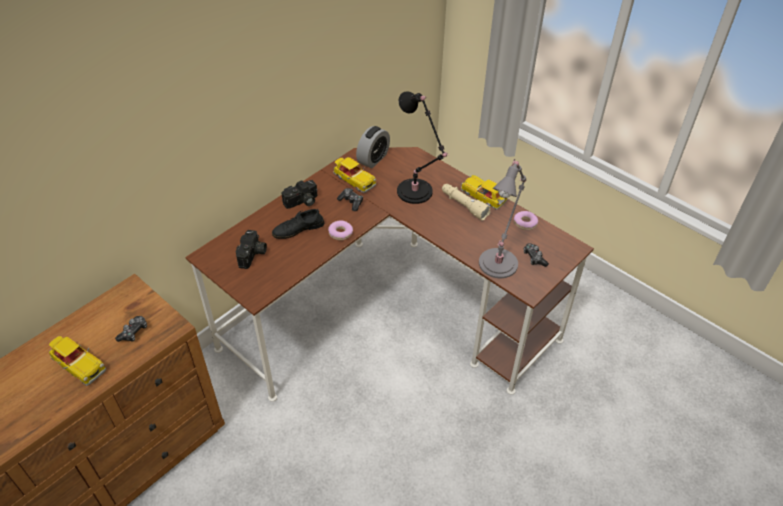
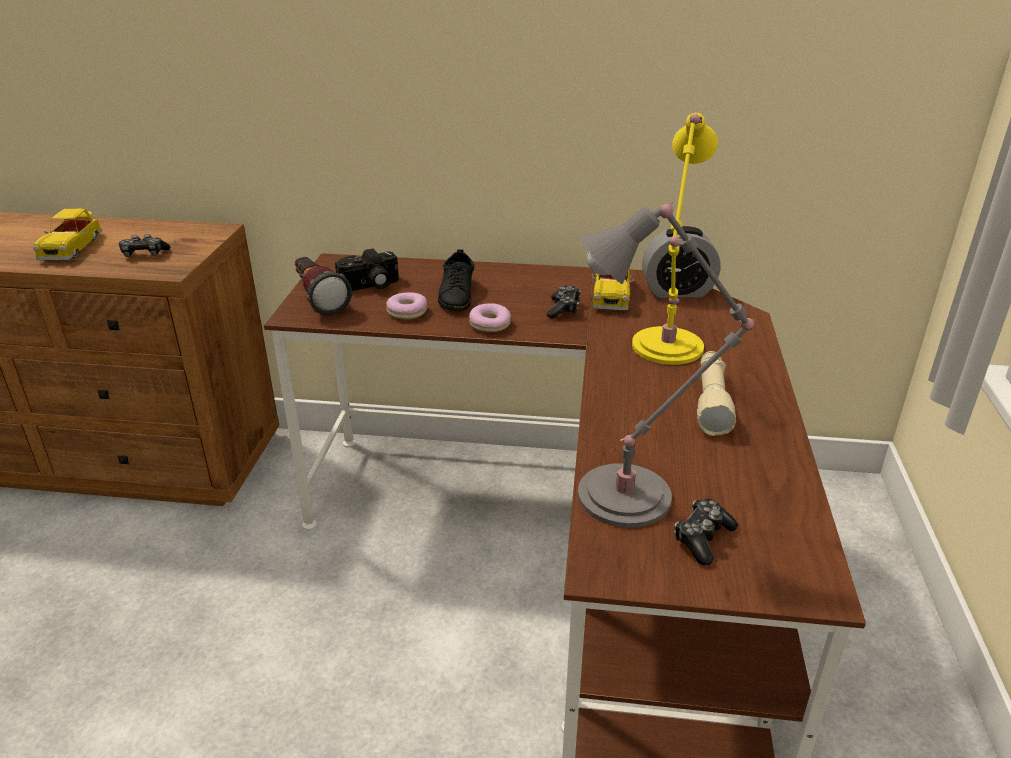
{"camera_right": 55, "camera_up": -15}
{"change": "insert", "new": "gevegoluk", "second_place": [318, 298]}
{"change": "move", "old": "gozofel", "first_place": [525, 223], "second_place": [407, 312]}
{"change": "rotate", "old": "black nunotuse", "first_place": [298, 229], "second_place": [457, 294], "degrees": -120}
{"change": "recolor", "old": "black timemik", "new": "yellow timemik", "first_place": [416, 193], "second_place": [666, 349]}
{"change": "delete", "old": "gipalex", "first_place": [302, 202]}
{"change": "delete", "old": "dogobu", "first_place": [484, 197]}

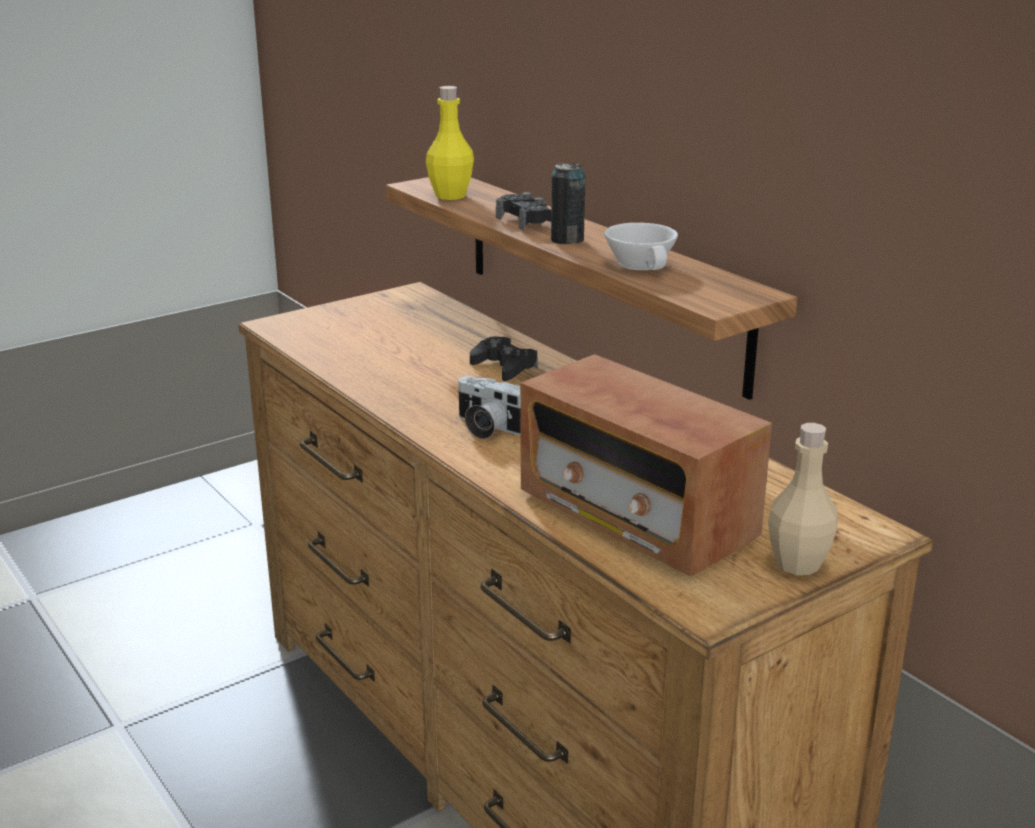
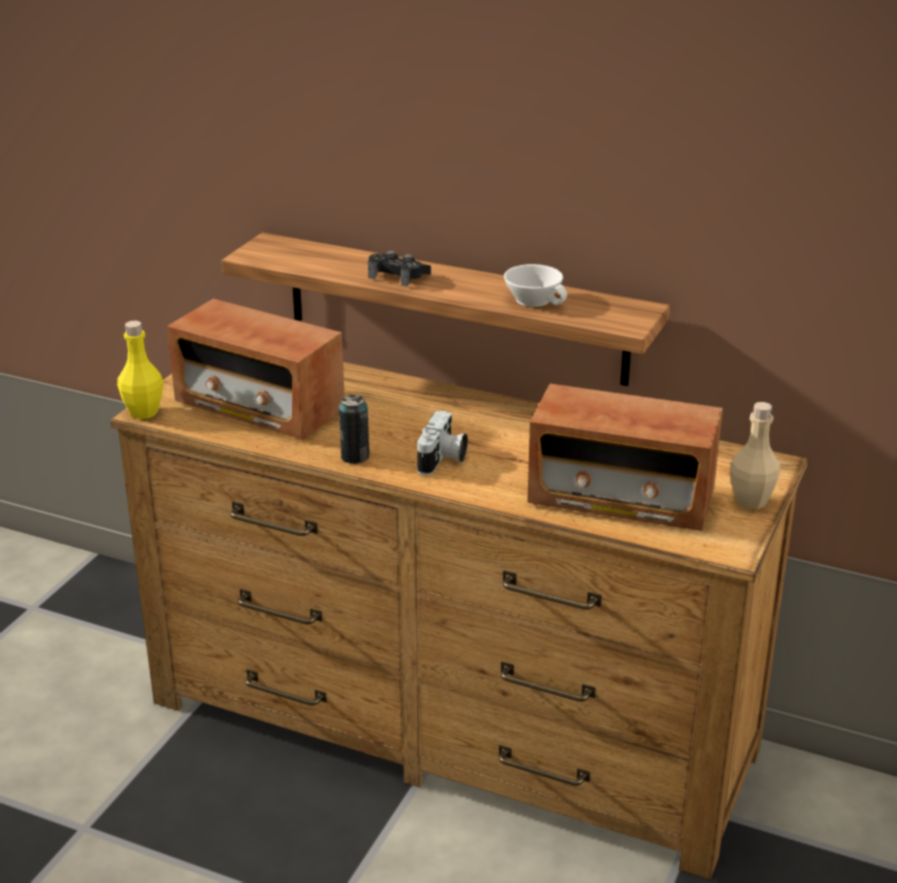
{"camera_right": -30, "camera_up": 5}
{"change": "move", "old": "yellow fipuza", "first_place": [450, 196], "second_place": [143, 412]}
{"change": "insert", "new": "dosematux", "second_place": [259, 407]}
{"change": "move", "old": "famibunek", "first_place": [567, 240], "second_place": [355, 457]}
{"change": "rotate", "old": "gipalex", "first_place": [488, 428], "second_place": [443, 460], "degrees": -75}
{"change": "delete", "old": "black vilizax", "first_place": [504, 367]}

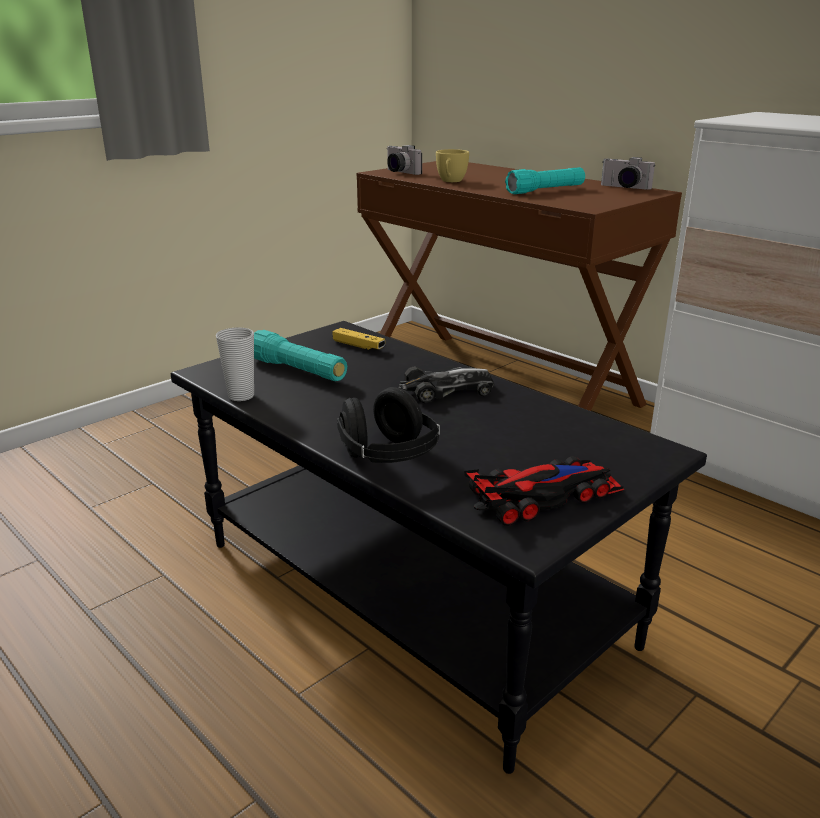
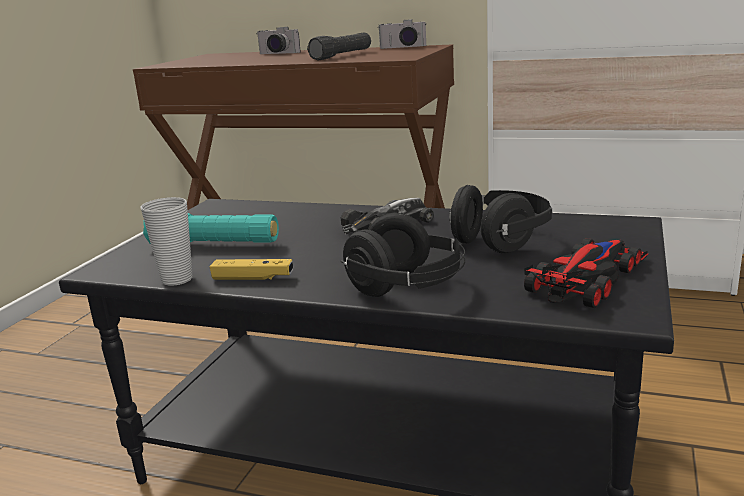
{"camera_right": -25, "camera_up": -5}
{"change": "move", "old": "yellow vilizax", "first_place": [358, 346], "second_place": [253, 278]}
{"change": "move", "old": "gipalex", "first_place": [399, 172], "second_place": [276, 53]}
{"change": "recolor", "old": "turquoise gevegoluk", "new": "black gevegoluk", "first_place": [545, 191], "second_place": [342, 56]}
{"change": "insert", "new": "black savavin", "second_place": [500, 240]}
{"change": "delete", "old": "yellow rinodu", "first_place": [450, 181]}

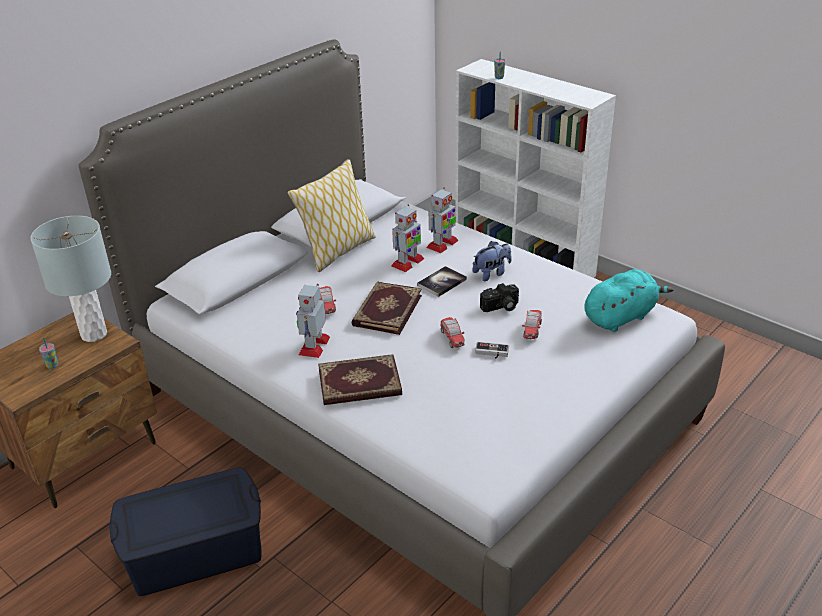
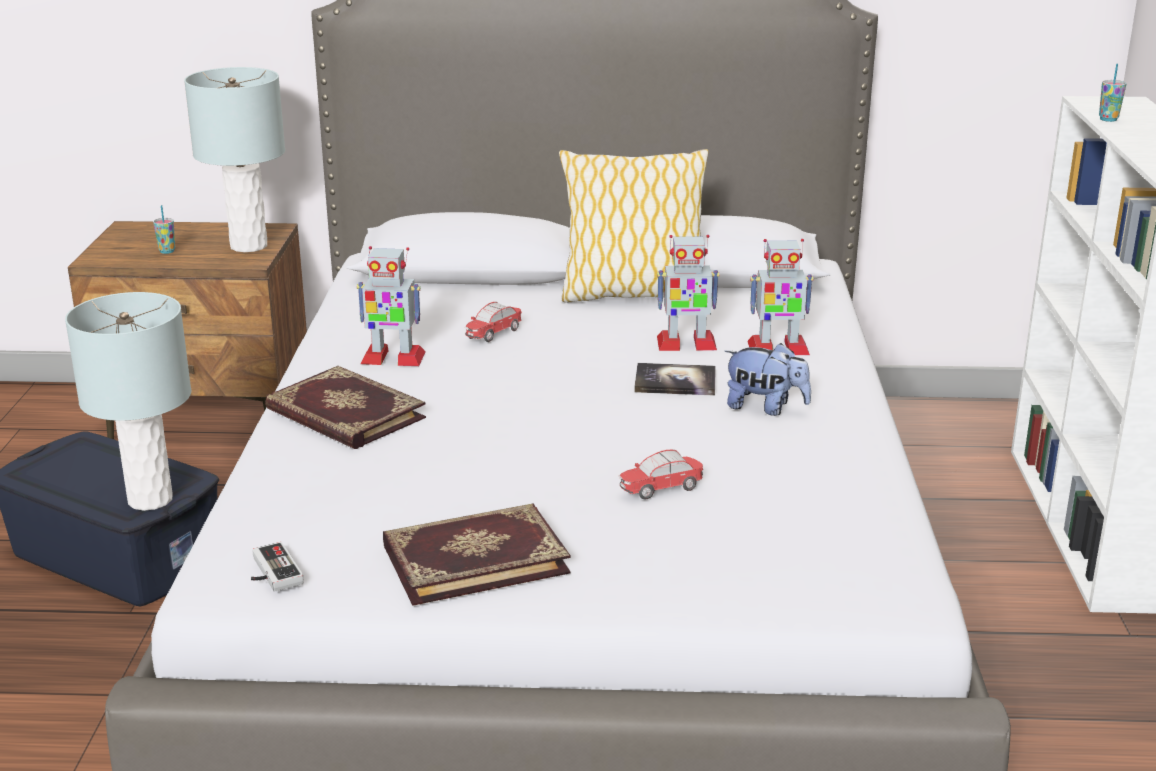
{"camera_right": 50, "camera_up": -10}
{"change": "insert", "new": "grey timemik", "second_place": [150, 500]}
{"change": "move", "old": "vilizax", "first_place": [491, 353], "second_place": [270, 572]}
{"change": "rotate", "old": "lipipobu", "first_place": [314, 345], "second_place": [392, 358], "degrees": -150}
{"change": "move", "old": "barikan", "first_place": [386, 310], "second_place": [474, 558]}
{"change": "delete", "old": "dogobu", "first_place": [452, 338]}
{"change": "delete", "old": "gipalex", "first_place": [501, 307]}
{"change": "delete", "old": "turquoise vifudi", "first_place": [621, 317]}

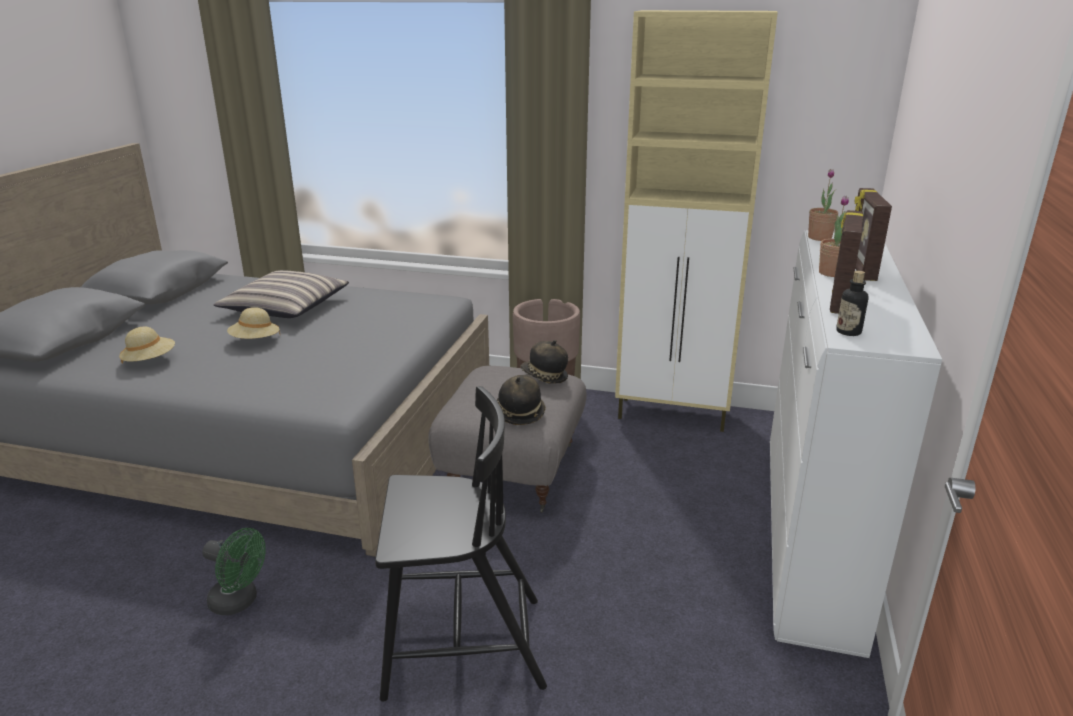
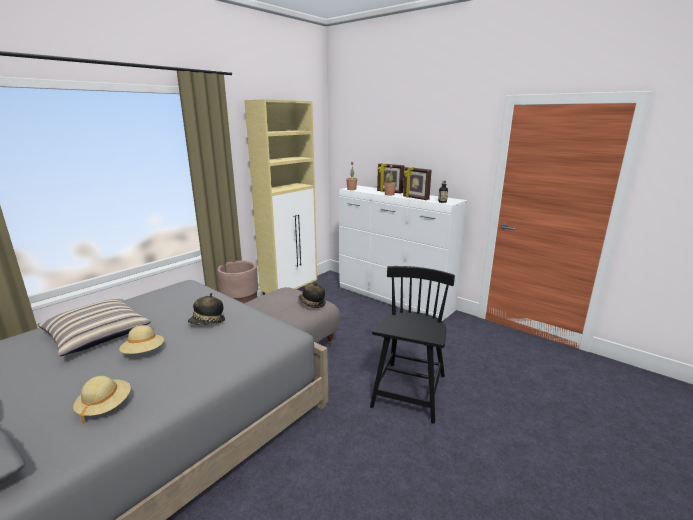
{"camera_right": -65, "camera_up": -5}
{"change": "move", "old": "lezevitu", "first_place": [544, 377], "second_place": [207, 323]}
{"change": "delete", "old": "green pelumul", "first_place": [239, 602]}

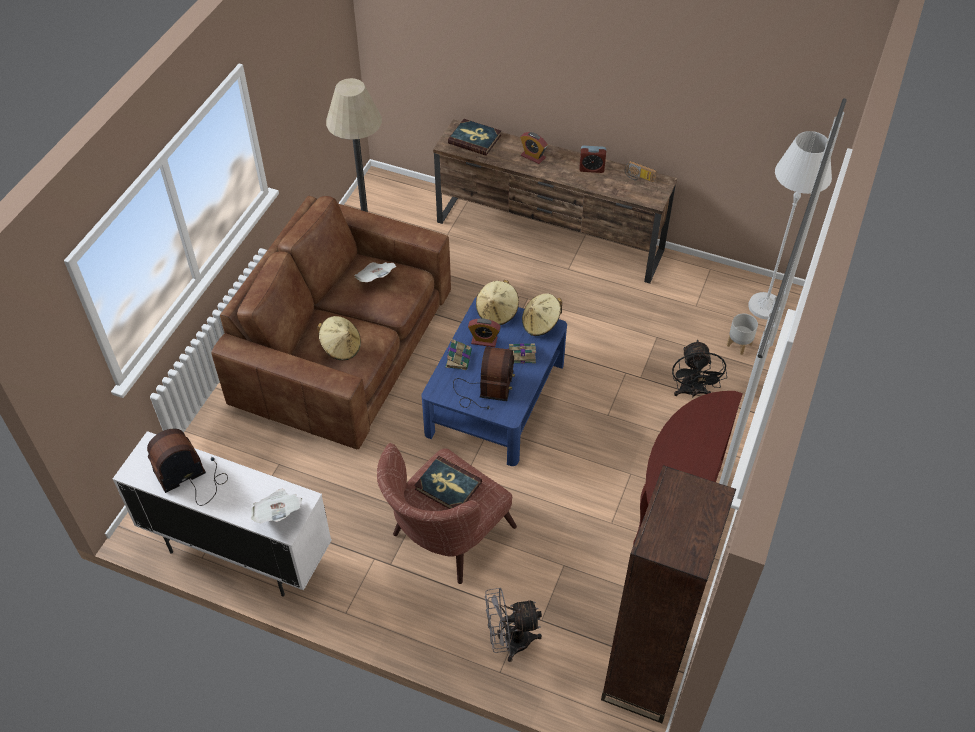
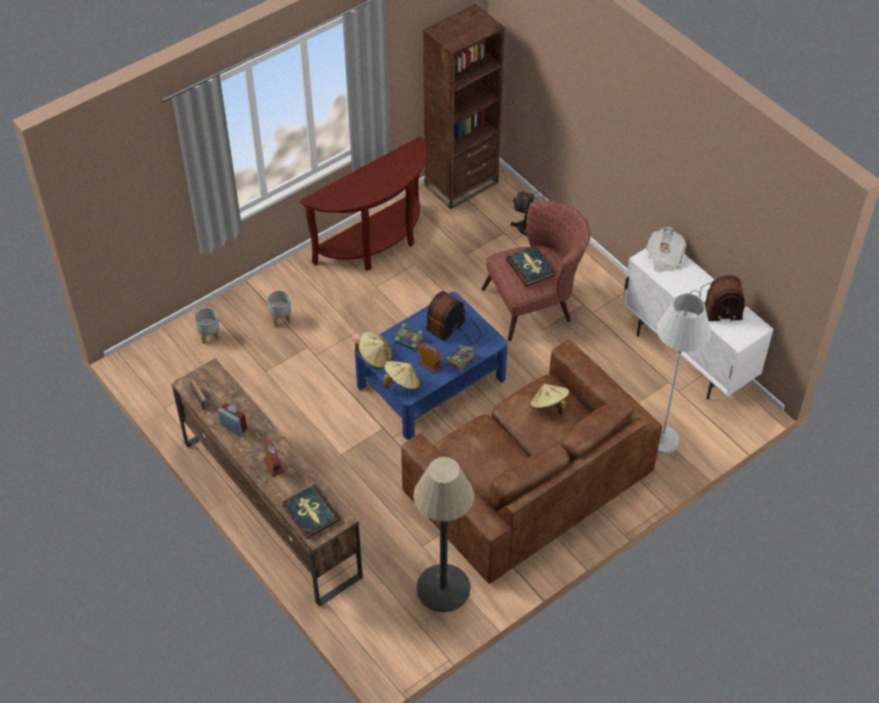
{"camera_right": -150, "camera_up": 0}
{"change": "replace", "old": "black pelumul", "new": "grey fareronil", "first_place": [692, 392], "second_place": [280, 318]}
{"change": "move", "old": "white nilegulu", "first_place": [765, 306], "second_place": [662, 440]}
{"change": "delete", "old": "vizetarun", "first_place": [375, 279]}

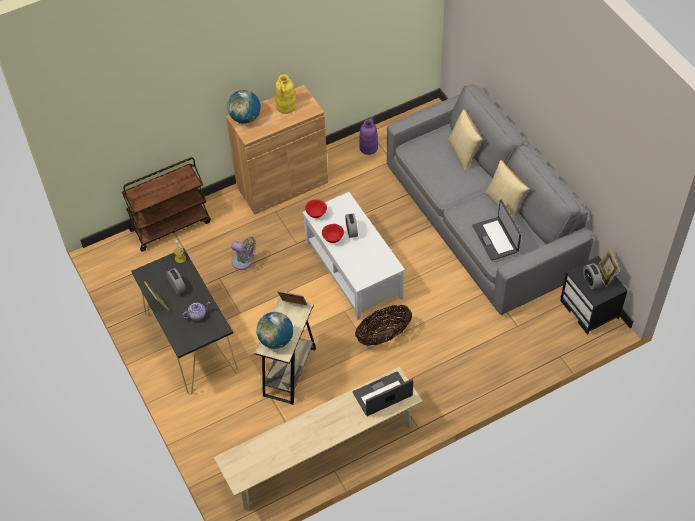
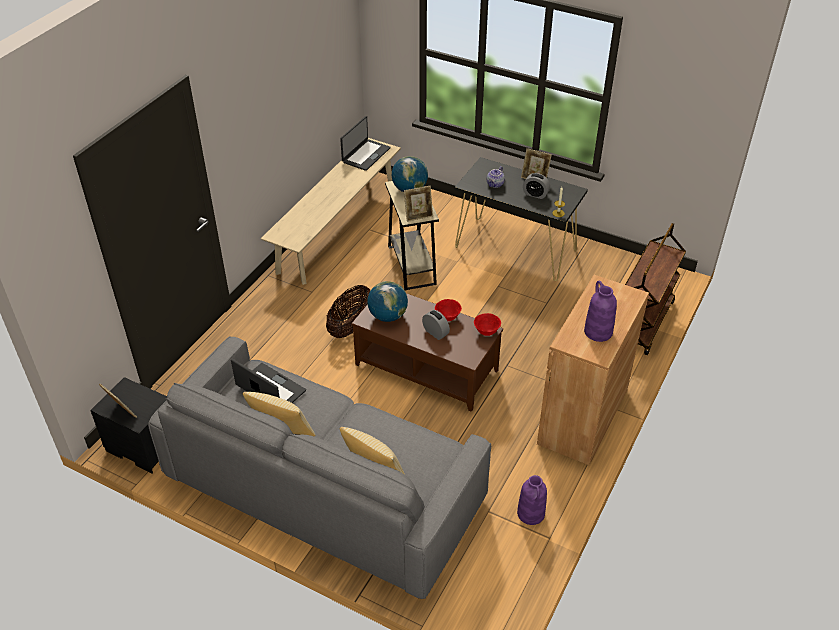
{"camera_right": 145, "camera_up": -10}
{"change": "move", "old": "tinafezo", "first_place": [382, 395], "second_place": [365, 155]}
{"change": "recolor", "old": "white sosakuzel", "new": "brown sosakuzel", "first_place": [354, 270], "second_place": [426, 368]}
{"change": "move", "old": "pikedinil", "first_place": [245, 118], "second_place": [388, 316]}
{"change": "recolor", "old": "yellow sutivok", "new": "purple sutivok", "first_place": [286, 107], "second_place": [597, 331]}
{"change": "delete", "old": "grey pelumul", "first_place": [244, 262]}
{"change": "delete", "old": "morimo", "first_place": [591, 281]}

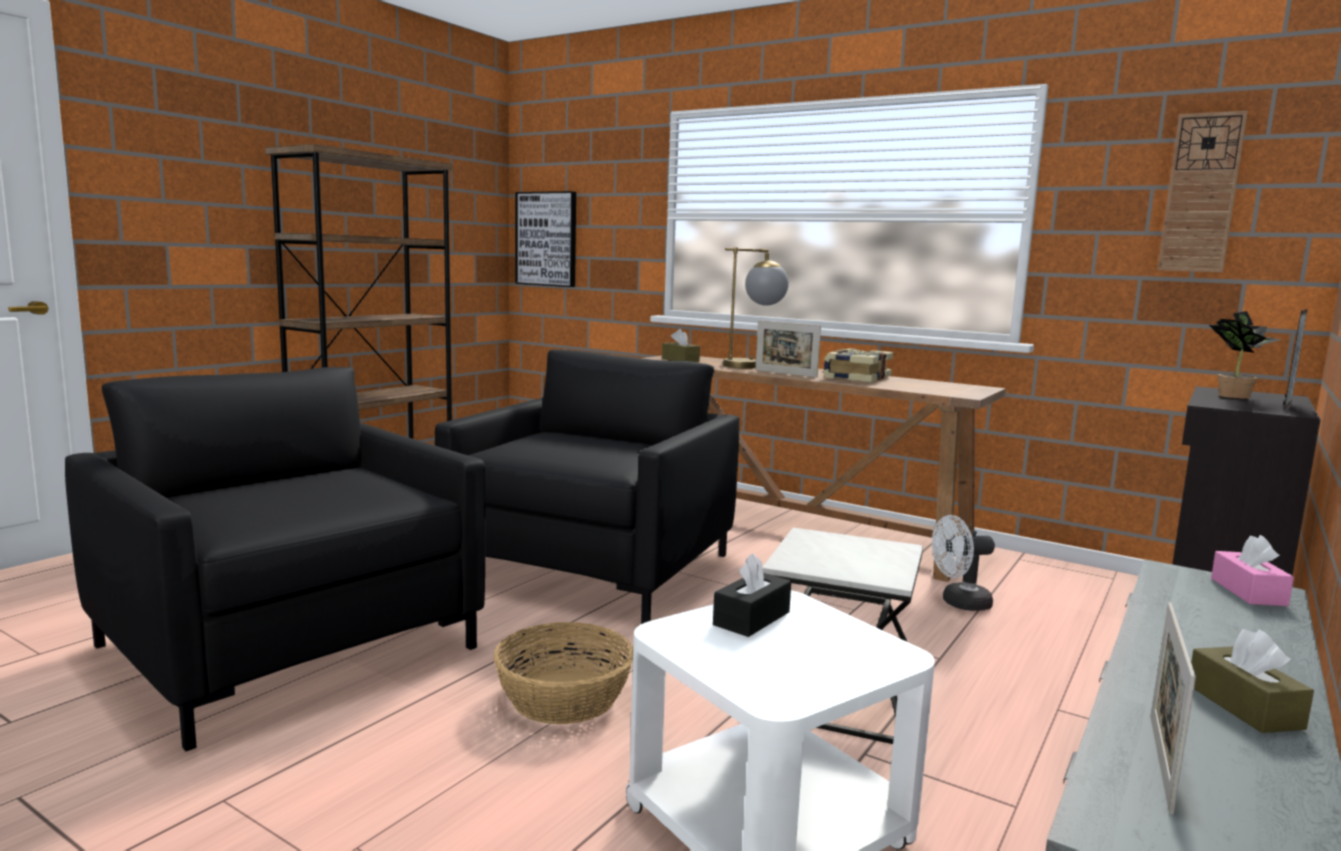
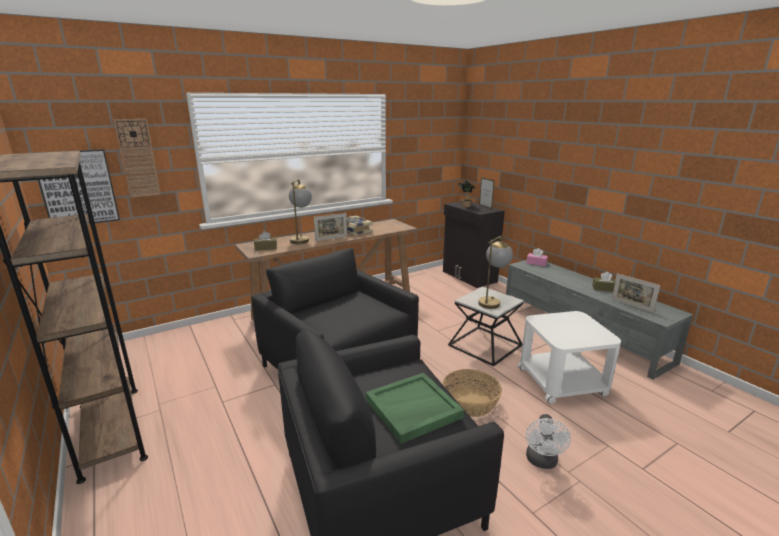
{"camera_right": -65, "camera_up": 10}
{"change": "move", "old": "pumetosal", "first_place": [1201, 193], "second_place": [138, 158]}
{"change": "insert", "new": "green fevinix", "second_place": [412, 409]}
{"change": "insert", "new": "timemik", "second_place": [492, 301]}
{"change": "move", "old": "white pelumul", "first_place": [959, 603], "second_place": [542, 462]}
{"change": "delete", "old": "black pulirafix", "first_place": [751, 618]}

